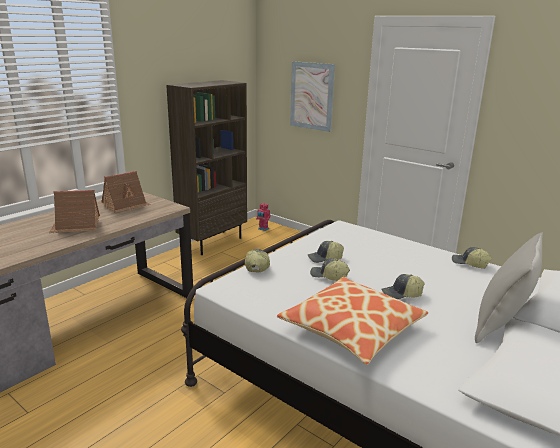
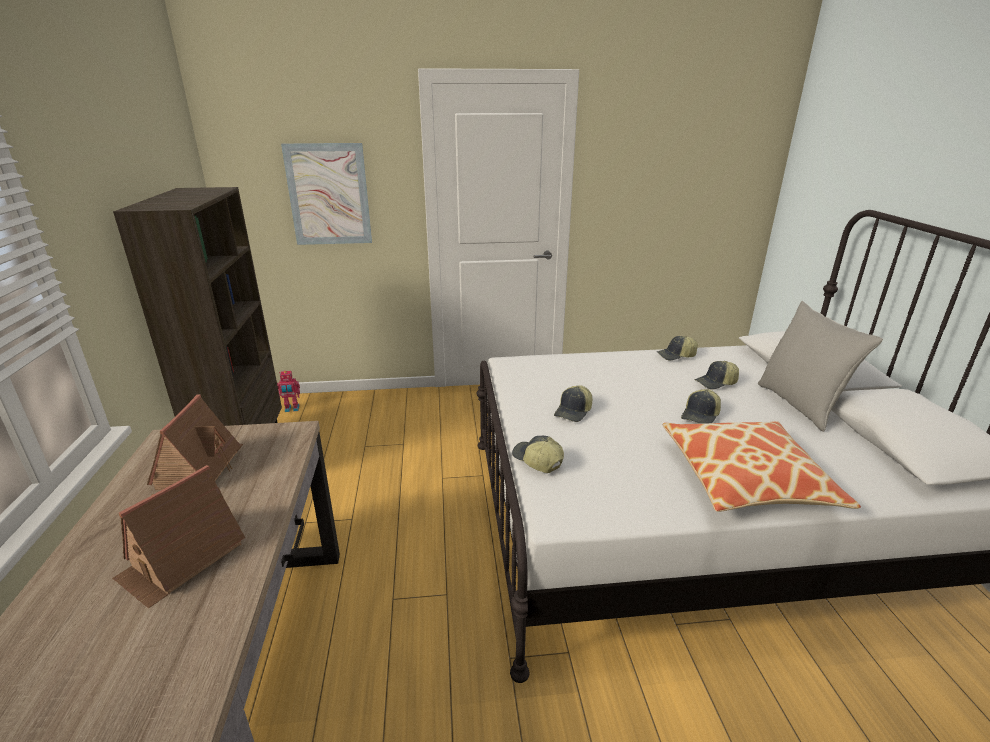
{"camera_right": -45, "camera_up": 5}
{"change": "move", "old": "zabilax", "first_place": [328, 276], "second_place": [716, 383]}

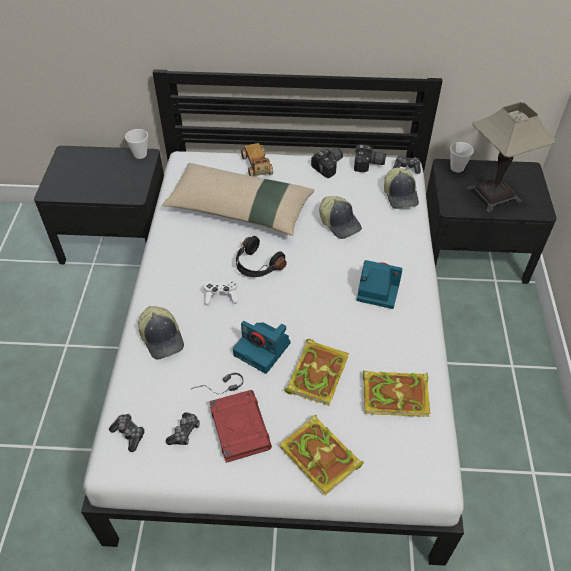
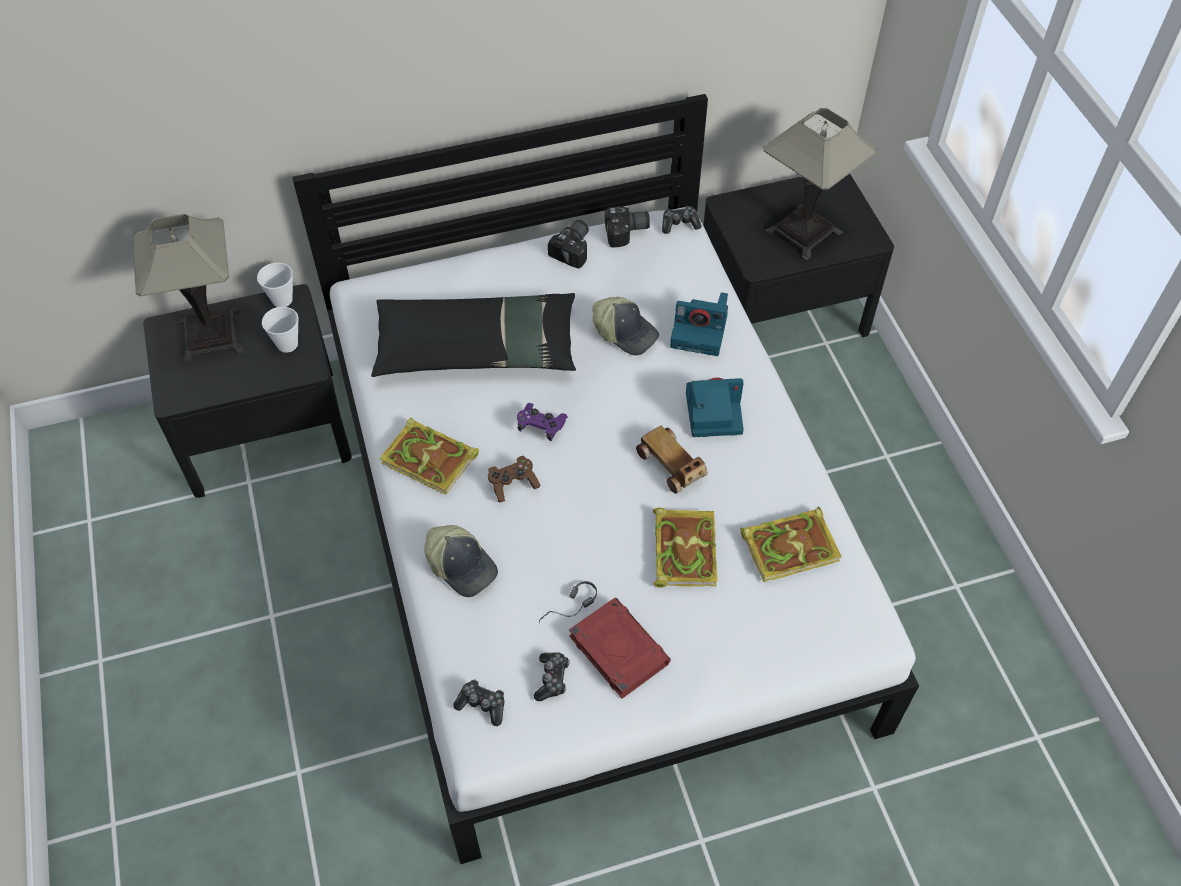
{"camera_right": -20, "camera_up": 5}
{"change": "insert", "new": "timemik", "second_place": [212, 336]}
{"change": "move", "old": "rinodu", "first_place": [457, 168], "second_place": [287, 344]}
{"change": "recolor", "old": "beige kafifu", "new": "black kafifu", "first_place": [239, 208], "second_place": [477, 348]}
{"change": "move", "old": "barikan", "first_place": [322, 457], "second_place": [431, 459]}
{"change": "recolor", "old": "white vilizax", "new": "brown vilizax", "first_place": [221, 296], "second_place": [513, 484]}
{"change": "replace", "old": "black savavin", "new": "purple vilizax", "first_place": [257, 266], "second_place": [541, 426]}
{"change": "move", "old": "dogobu", "first_place": [257, 166], "second_place": [671, 466]}
{"change": "move", "old": "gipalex", "first_place": [263, 349], "second_place": [700, 331]}
{"change": "delete", "old": "zabilax", "first_place": [401, 195]}

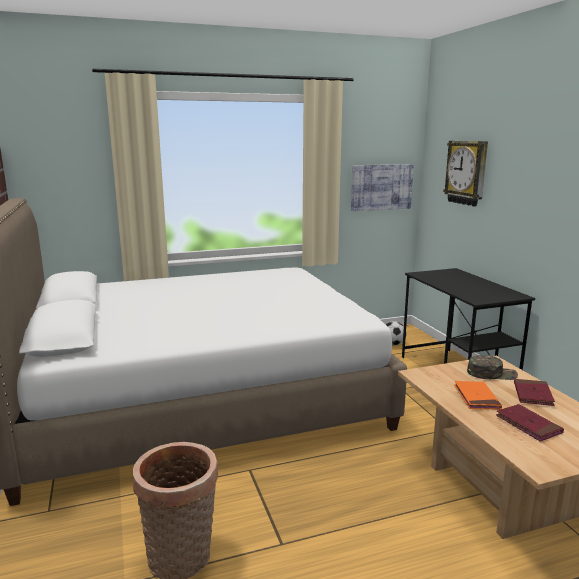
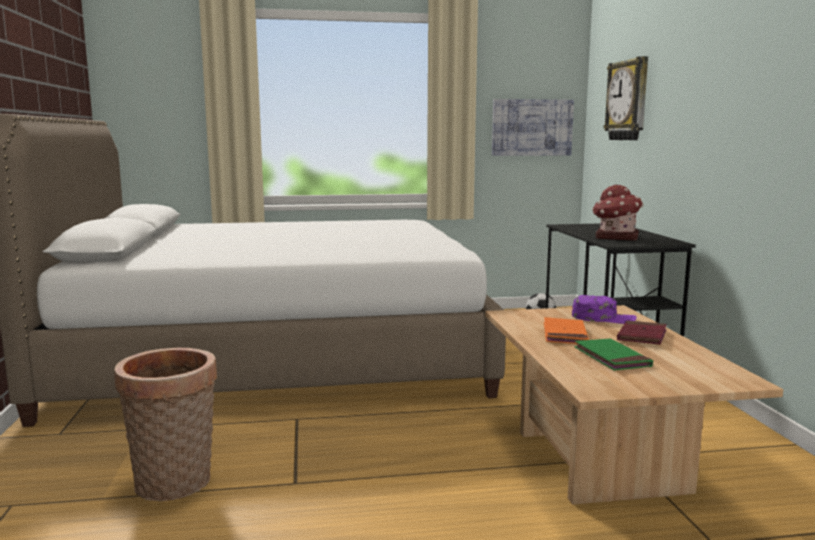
{"camera_right": 10, "camera_up": -5}
{"change": "recolor", "old": "green zabilax", "new": "purple zabilax", "first_place": [491, 373], "second_place": [603, 318]}
{"change": "recolor", "old": "red barikan", "new": "green barikan", "first_place": [528, 425], "second_place": [612, 358]}
{"change": "insert", "new": "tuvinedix", "second_place": [615, 237]}

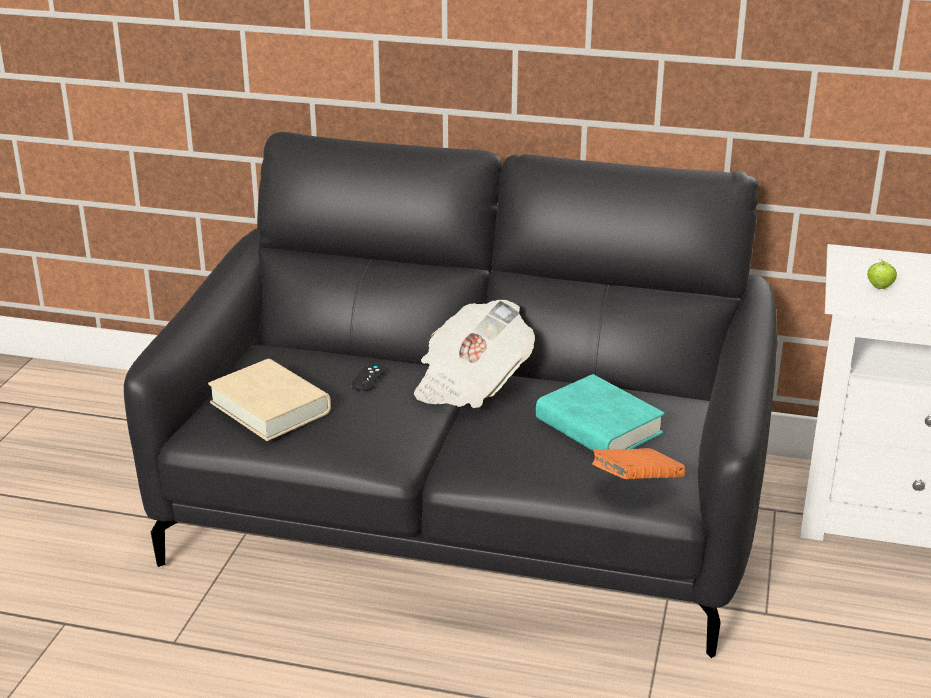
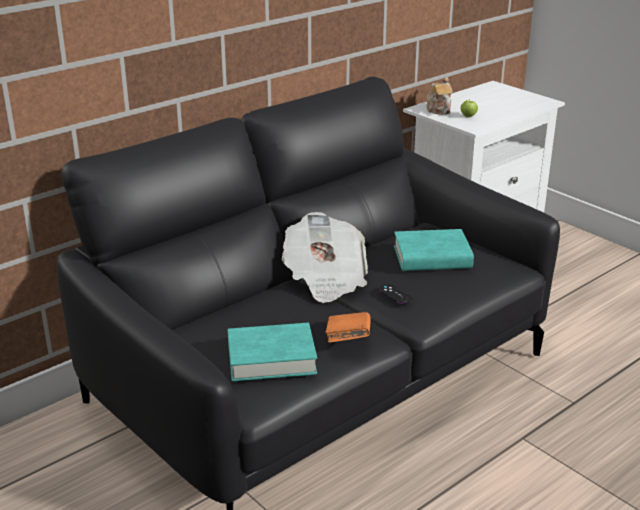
{"camera_right": -55, "camera_up": 0}
{"change": "recolor", "old": "beige barikan", "new": "turquoise barikan", "first_place": [270, 407], "second_place": [271, 358]}
{"change": "move", "old": "orange barikan", "first_place": [636, 482], "second_place": [348, 340]}
{"change": "move", "old": "black vilizax", "first_place": [368, 378], "second_place": [395, 294]}
{"change": "insert", "new": "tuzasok", "second_place": [438, 109]}

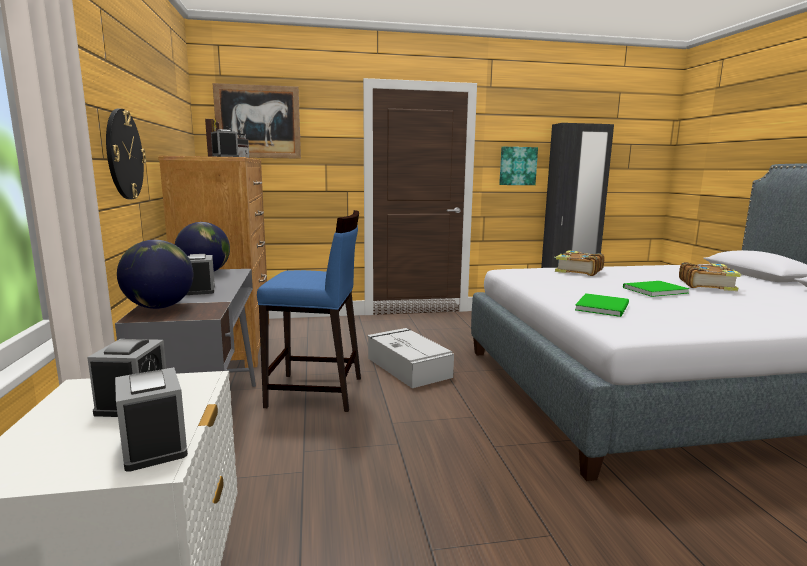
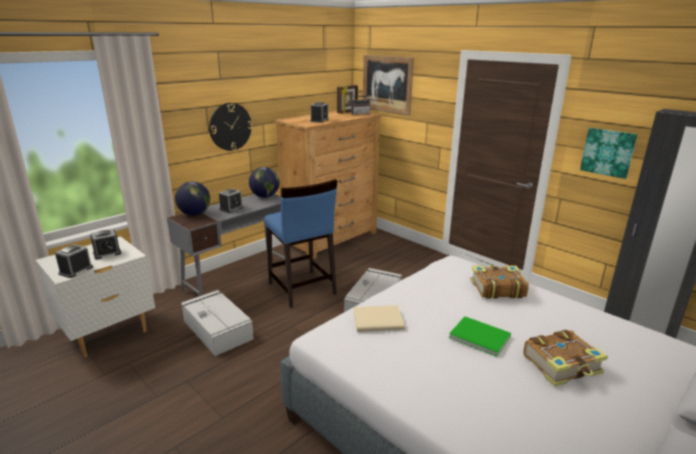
{"camera_right": 55, "camera_up": 10}
{"change": "insert", "new": "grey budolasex", "second_place": [217, 329]}
{"change": "recolor", "old": "green barikan", "new": "beige barikan", "first_place": [604, 306], "second_place": [379, 321]}

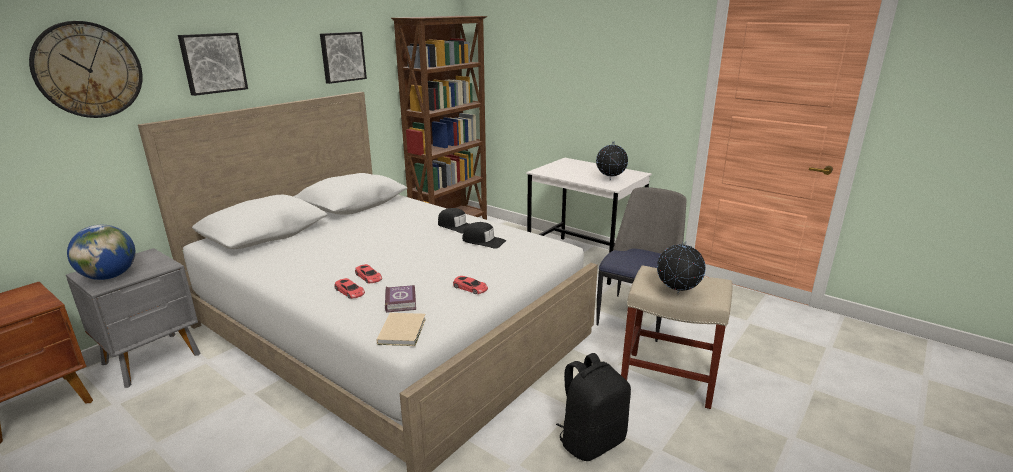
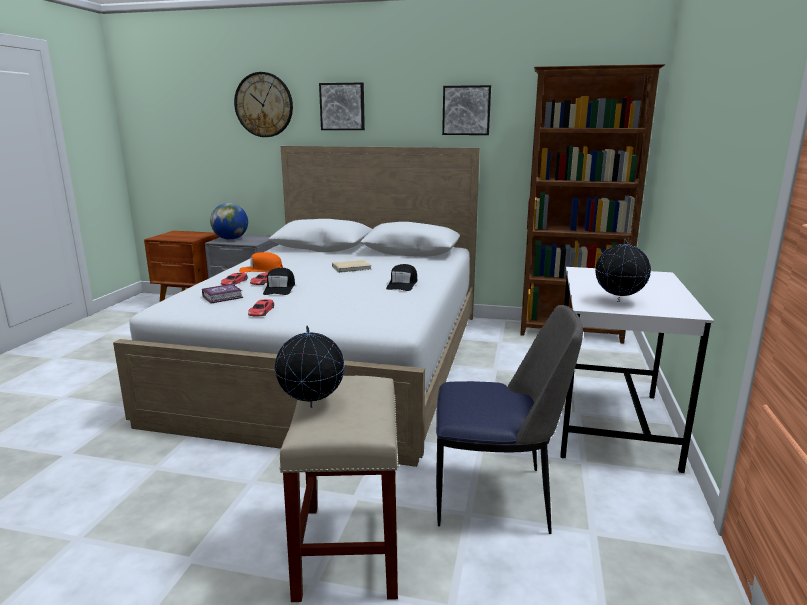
{"camera_right": 65, "camera_up": -5}
{"change": "insert", "new": "orange zabilax", "second_place": [261, 270]}
{"change": "move", "old": "black zabilax", "first_place": [483, 241], "second_place": [280, 288]}
{"change": "move", "old": "beige barikan", "first_place": [403, 330], "second_place": [352, 268]}
{"change": "delete", "old": "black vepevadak", "first_place": [591, 441]}

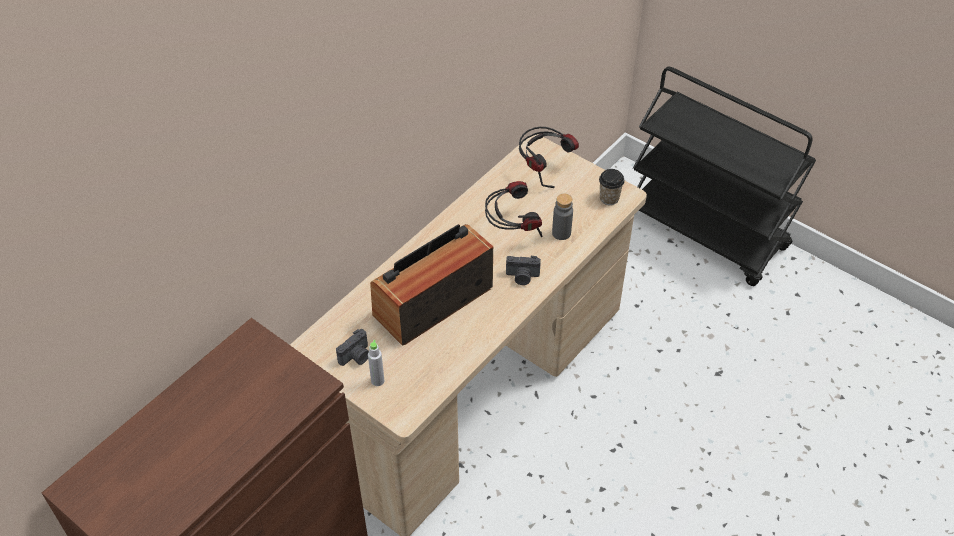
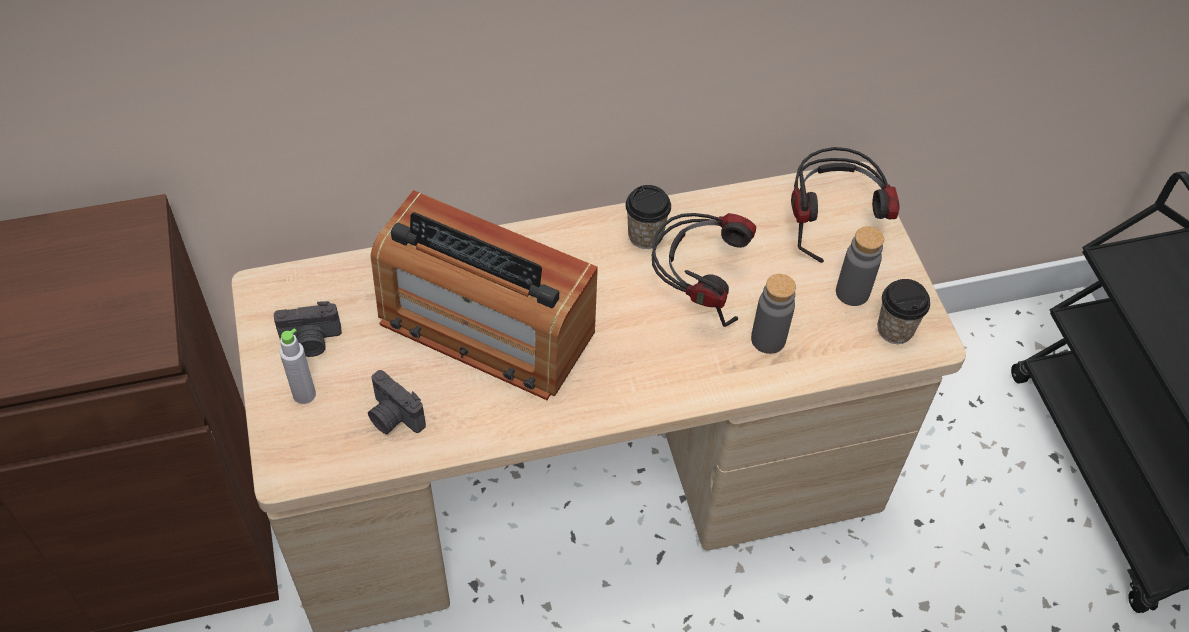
{"camera_right": 35, "camera_up": 5}
{"change": "move", "old": "gipalex", "first_place": [522, 277], "second_place": [393, 417]}
{"change": "rotate", "old": "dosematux", "first_place": [432, 301], "second_place": [485, 327], "degrees": -150}
{"change": "insert", "new": "rinodu", "second_place": [645, 236]}
{"change": "insert", "new": "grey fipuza", "second_place": [852, 292]}

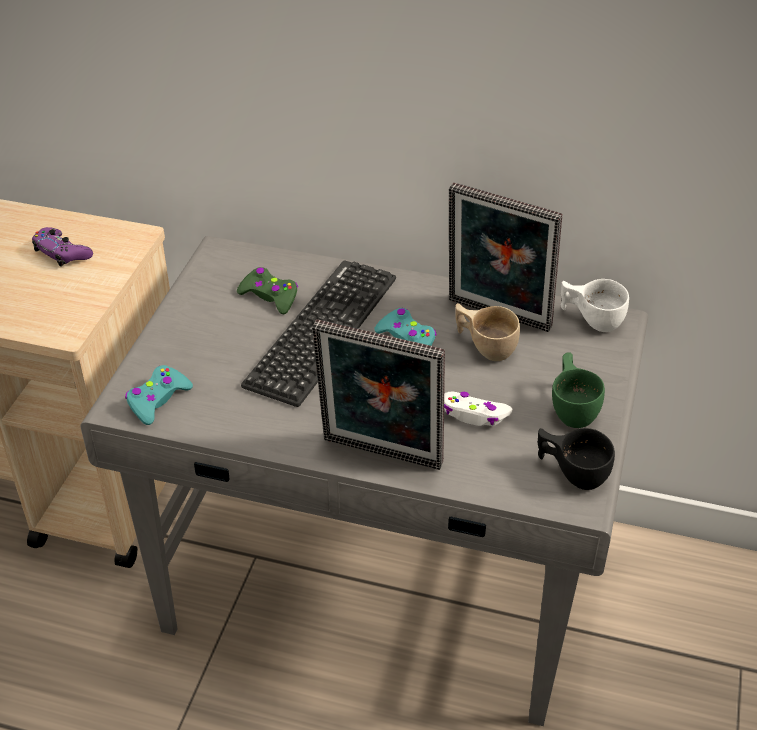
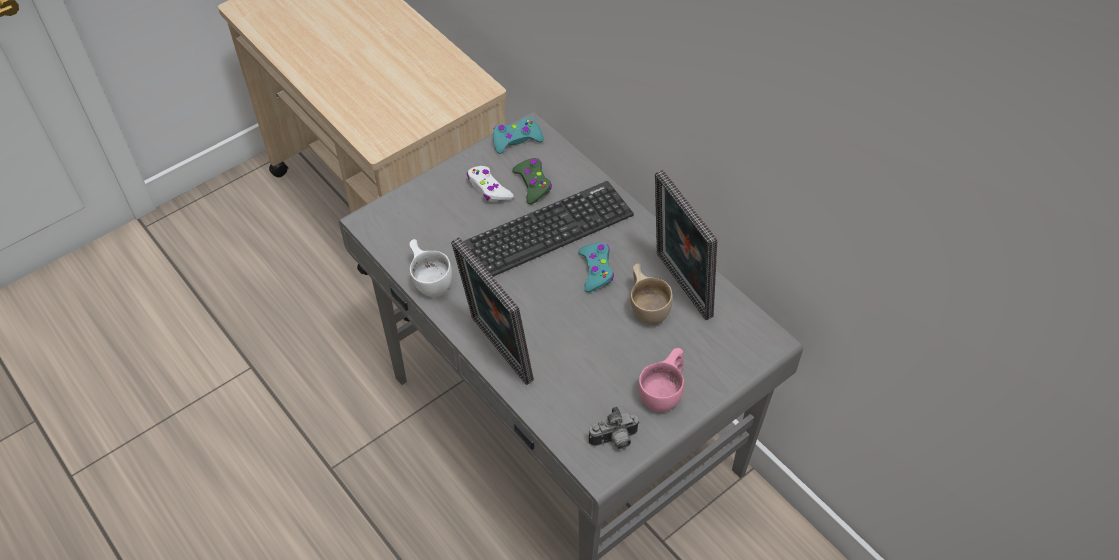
{"camera_right": 35, "camera_up": 10}
{"change": "move", "old": "white rinodu", "first_place": [591, 319], "second_place": [430, 279]}
{"change": "move", "old": "white vilizax", "first_place": [474, 414], "second_place": [488, 189]}
{"change": "move", "old": "turquoise vilizax", "first_place": [158, 400], "second_place": [516, 140]}
{"change": "replace", "old": "black rinodu", "new": "gipalex", "first_place": [571, 472], "second_place": [614, 441]}
{"change": "recolor", "old": "green rinodu", "new": "pink rinodu", "first_place": [573, 407], "second_place": [665, 392]}
{"change": "delete", "old": "purple vilizax", "first_place": [62, 253]}

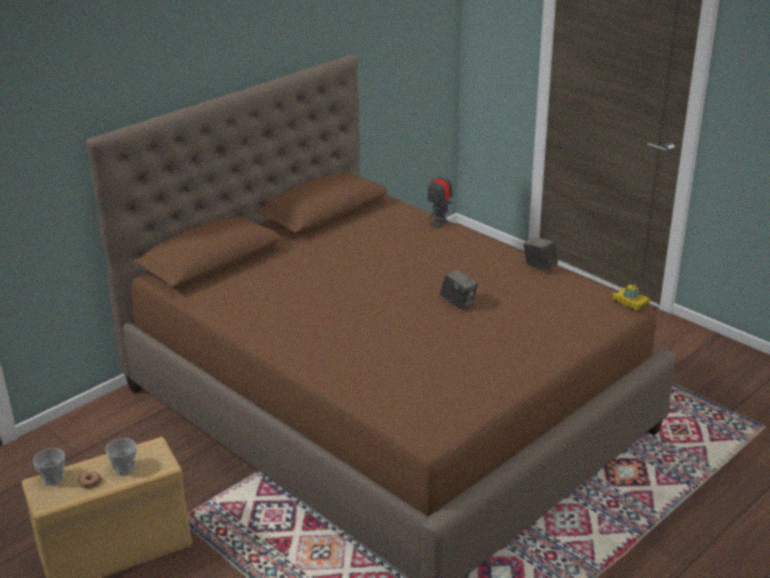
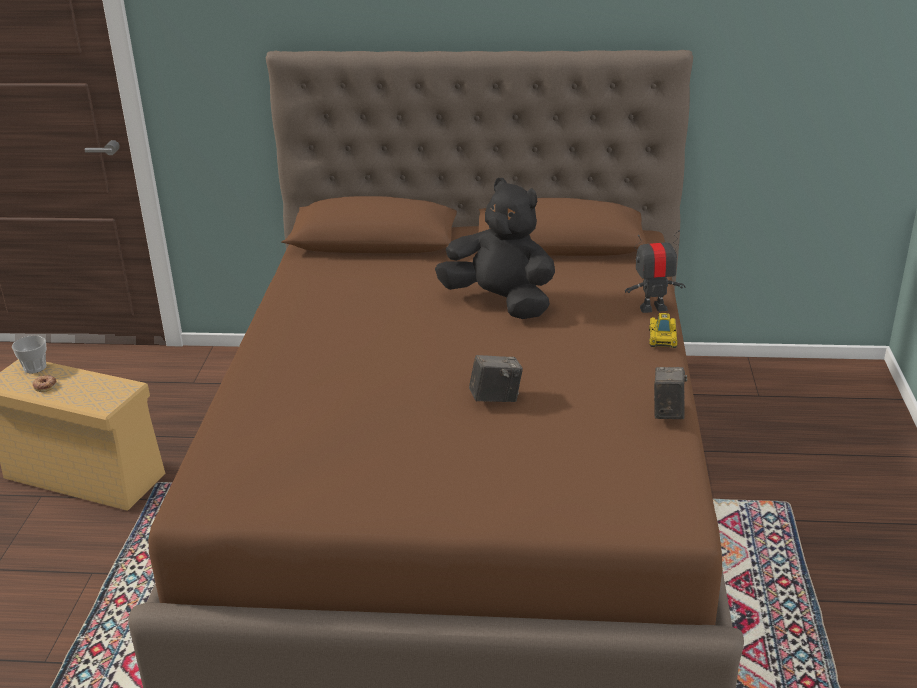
{"camera_right": 50, "camera_up": 0}
{"change": "insert", "new": "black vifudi", "second_place": [501, 302]}
{"change": "rotate", "old": "gipalex", "first_place": [458, 302], "second_place": [495, 398], "degrees": -105}
{"change": "move", "old": "dogobu", "first_place": [630, 303], "second_place": [662, 338]}
{"change": "delete", "old": "rinodu", "first_place": [124, 468]}

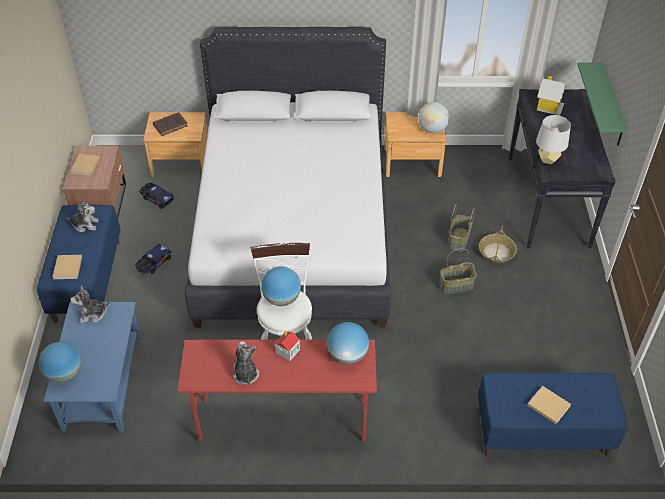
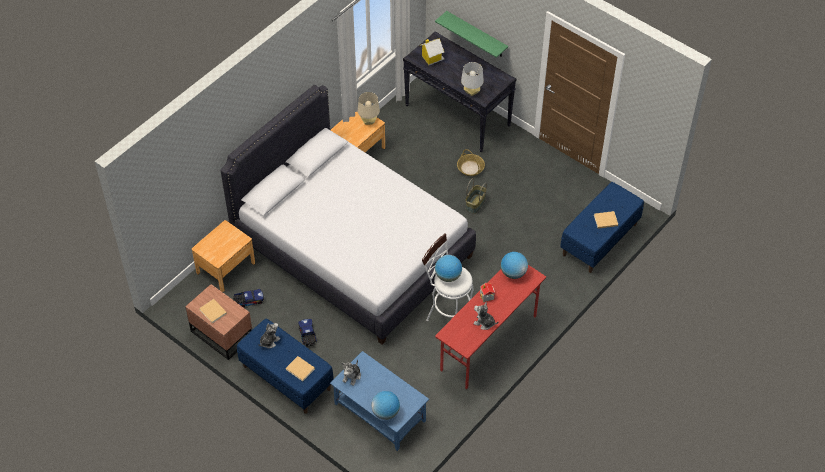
{"camera_right": -50, "camera_up": 5}
{"change": "replace", "old": "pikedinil", "new": "beige timemik", "first_place": [432, 129], "second_place": [369, 121]}
{"change": "delete", "old": "brown barikan", "first_place": [171, 125]}
{"change": "delete", "old": "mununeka", "first_place": [459, 240]}

